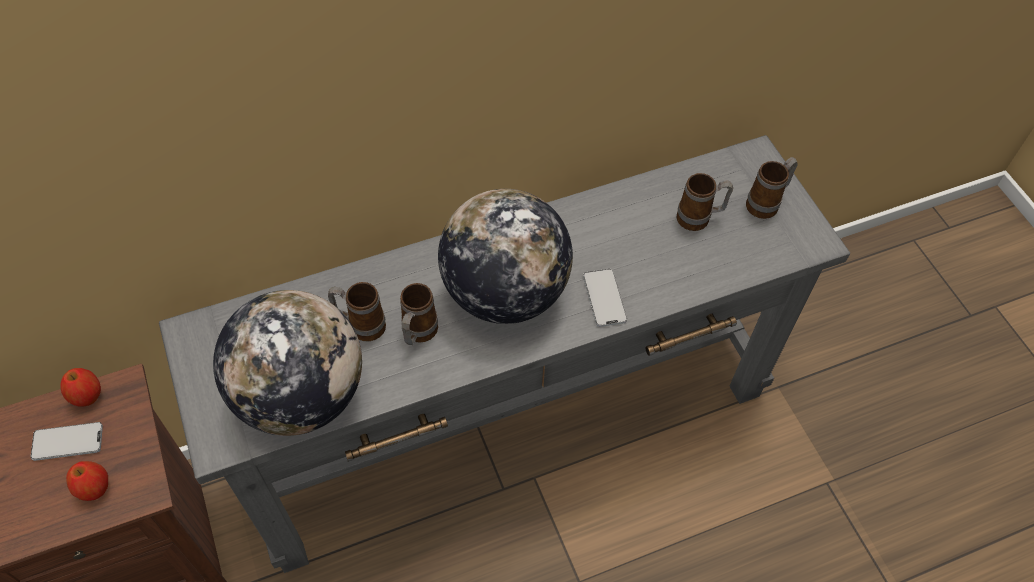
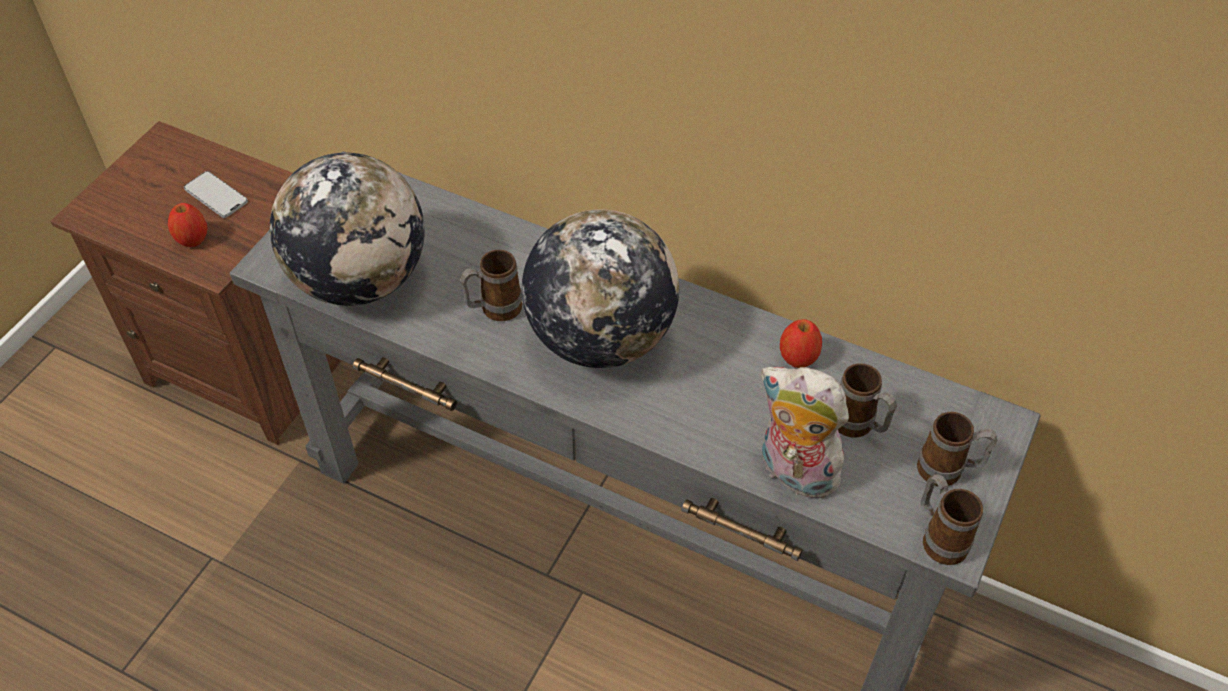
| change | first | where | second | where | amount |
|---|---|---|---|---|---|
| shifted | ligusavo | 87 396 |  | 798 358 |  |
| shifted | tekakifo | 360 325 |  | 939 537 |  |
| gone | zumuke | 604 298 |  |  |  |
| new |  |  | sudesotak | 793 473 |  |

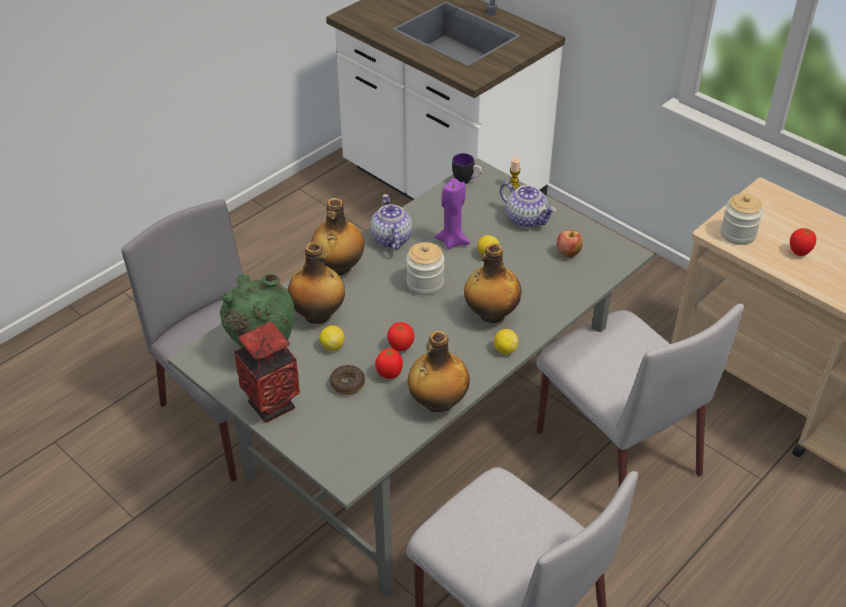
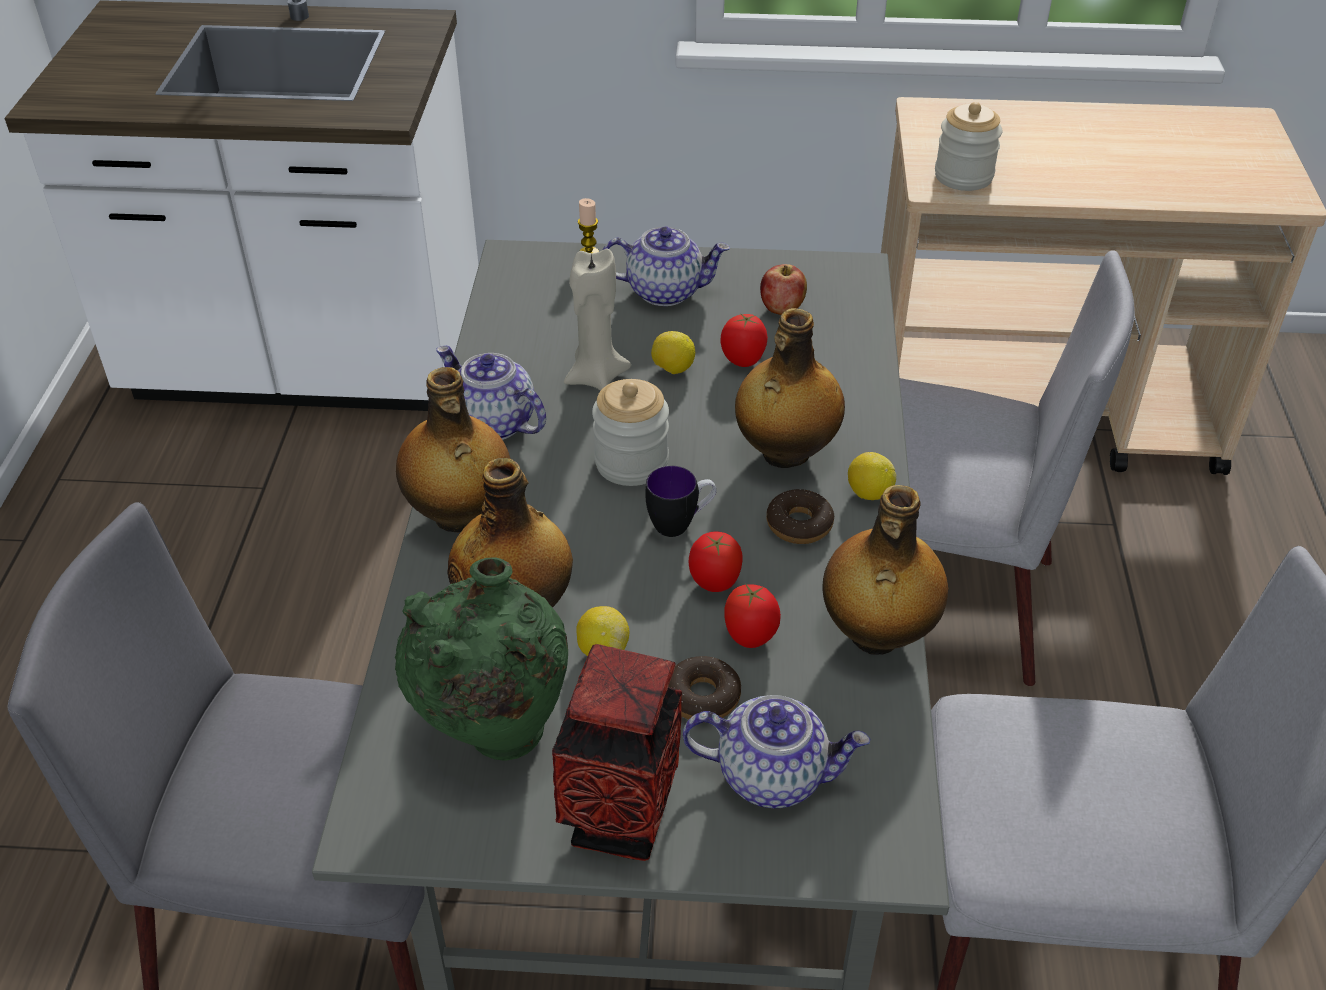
| change | first | where | second | where | amount |
|---|---|---|---|---|---|
| repainted | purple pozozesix | 452 241 | beige pozozesix | 595 377 |  |
| shifted | tekakifo | 466 181 |  | 681 524 |  |
| shifted | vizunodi | 799 252 |  | 743 361 |  |
| new |  |  | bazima | 773 774 |  |
| new |  |  | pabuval | 799 524 |  |

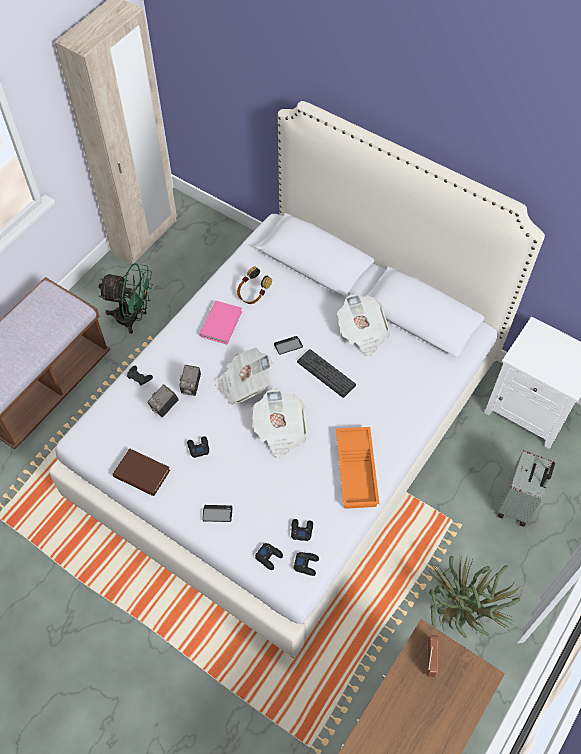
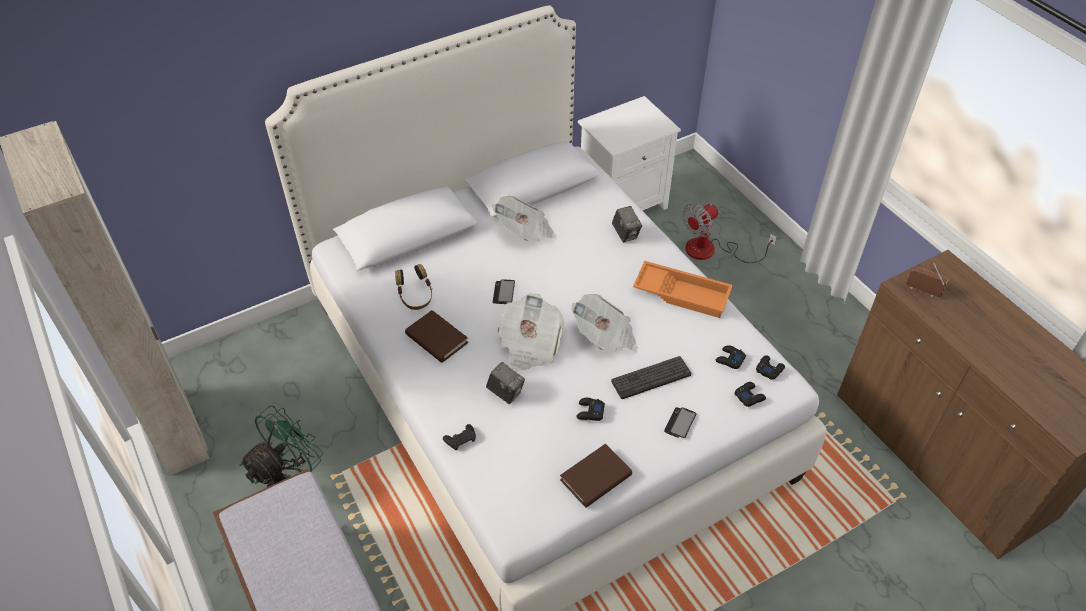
| change | first | where | second | where | amount |
|---|---|---|---|---|---|
| shifted | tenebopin | 164 407 |  | 625 234 |  |
| repainted | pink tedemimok | 221 324 | brown tedemimok | 436 339 |  |
| shifted | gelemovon | 326 373 |  | 651 378 |  |
| gone | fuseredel | 460 616 |  |  |  |
| swapped | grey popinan | 517 504 | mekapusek | 711 251 |  |

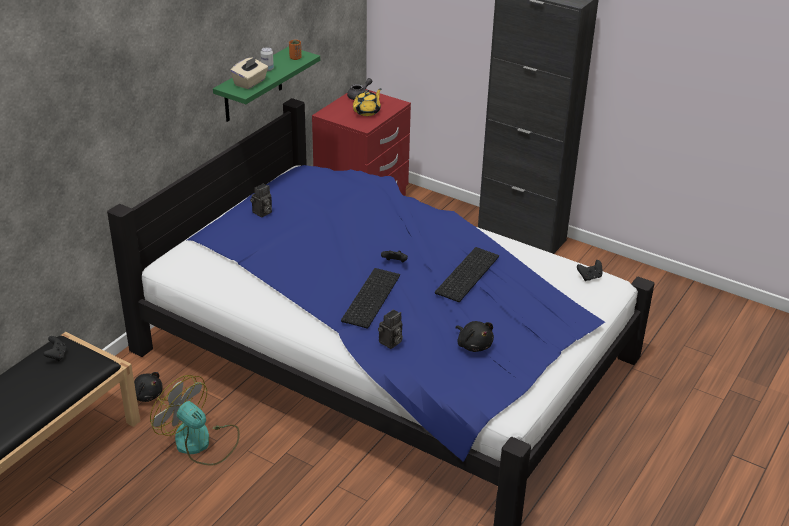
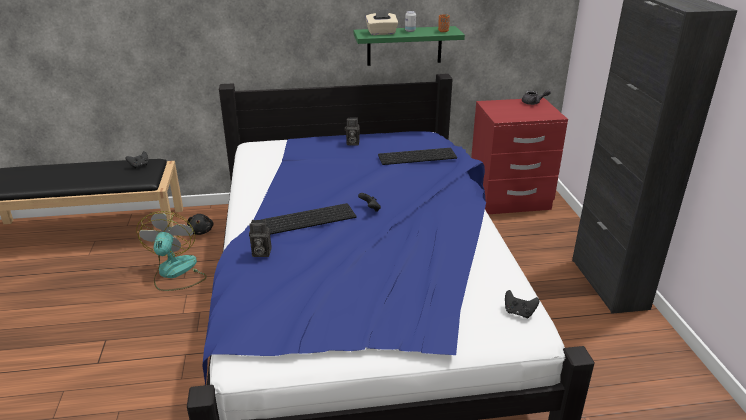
| change | first | where | second | where | amount |
|---|---|---|---|---|---|
| gone | yellow bazima | 367 111 |  |  |  |
| shifted | gelemovon | 466 273 |  | 417 156 |  |
| gone | black sudesotak | 473 345 |  |  |  |

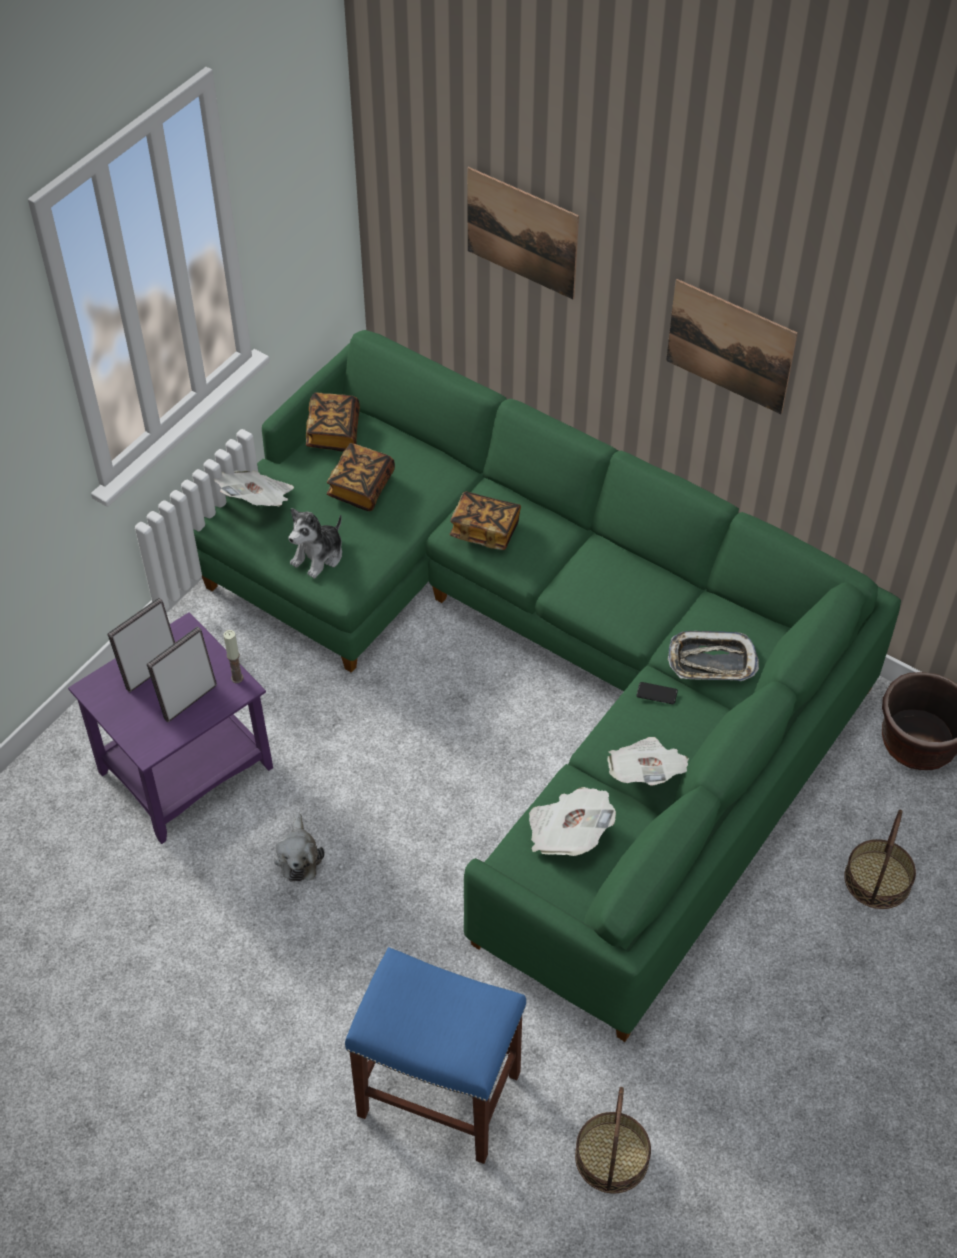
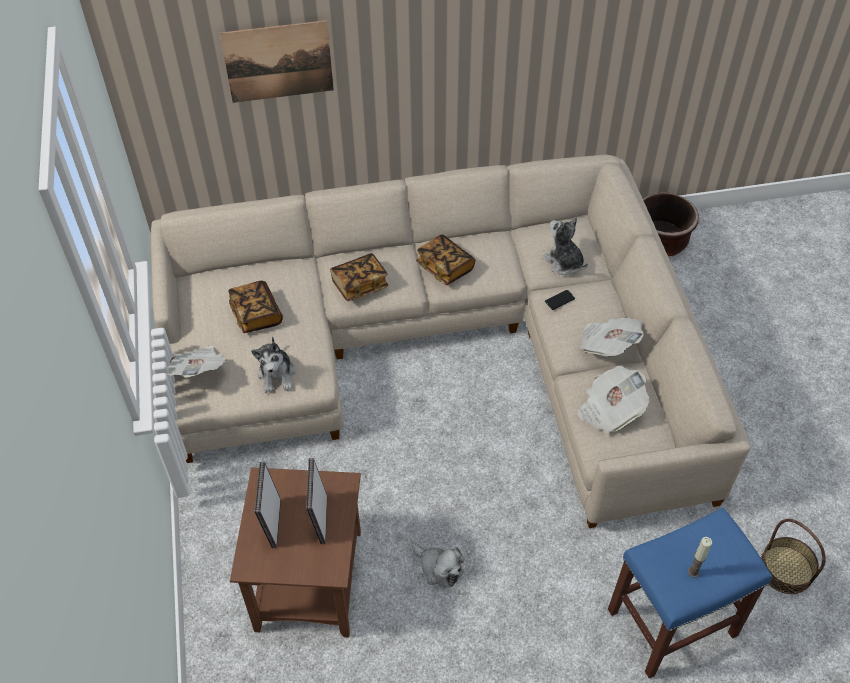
| change | first | where | second | where | amount |
|---|---|---|---|---|---|
| repainted | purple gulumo | 187 771 | brown gulumo | 311 580 |  |
| repainted | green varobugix | 545 668 | beige varobugix | 443 348 |  |
| shifted | pozozesix | 237 678 |  | 693 572 |  |
| shifted | tedemimok | 333 433 |  | 445 267 |  |
| gone | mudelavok | 730 346 |  |  |  |
| swapped | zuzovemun | 711 662 | sudesotak | 563 263 |  |
| gone | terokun | 877 880 |  |  |  |

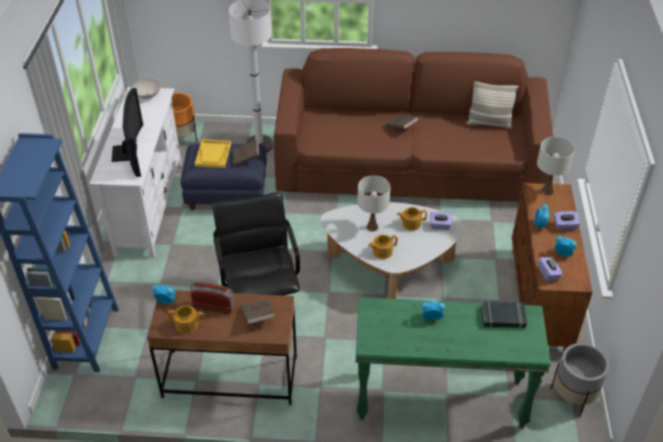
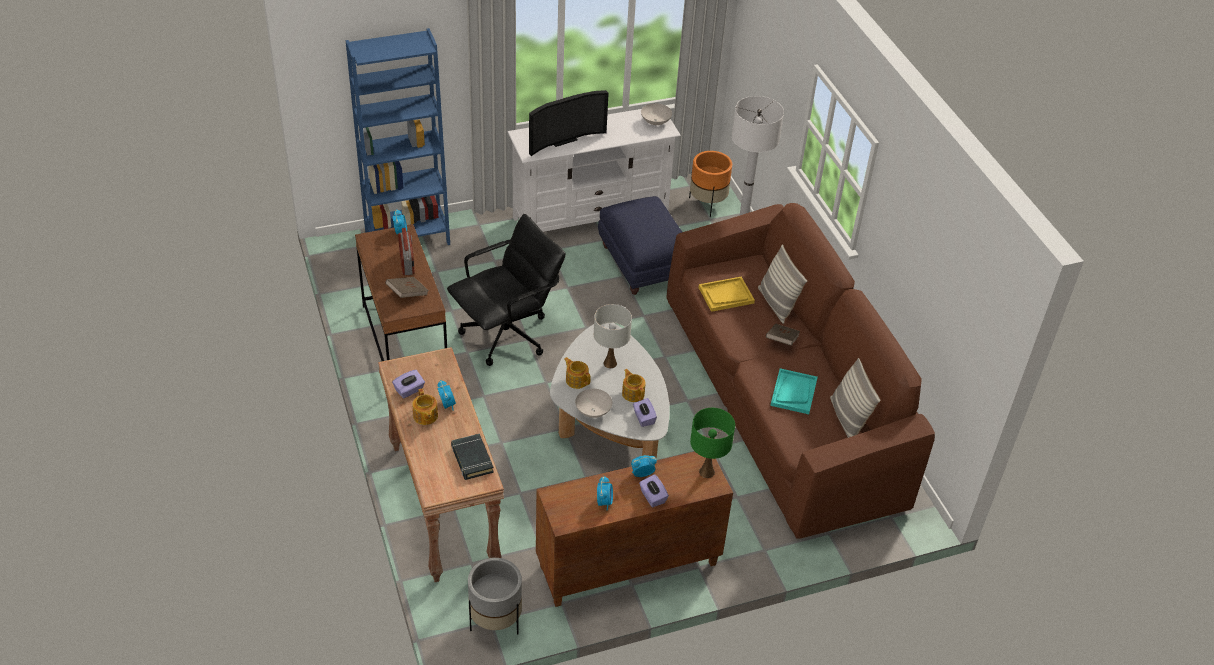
| change | first | where | second | where | amount |
|---|---|---|---|---|---|
| shifted | bazima | 187 325 |  | 425 416 |  |
| shifted | yellow zuzovemun | 213 155 |  | 726 295 |  |
| gone | brown tedemimok | 246 158 |  |  |  |
| repainted | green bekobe | 439 400 | brown bekobe | 442 505 |  |
| repainted | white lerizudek | 547 191 | green lerizudek | 707 472 |  |
| shifted | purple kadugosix | 548 274 |  | 409 390 |  |
| new |  |  | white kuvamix | 593 412 |  |
| new |  |  | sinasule | 776 304 |  |
| new |  |  | turquoise zuzovemun | 793 392 |  |

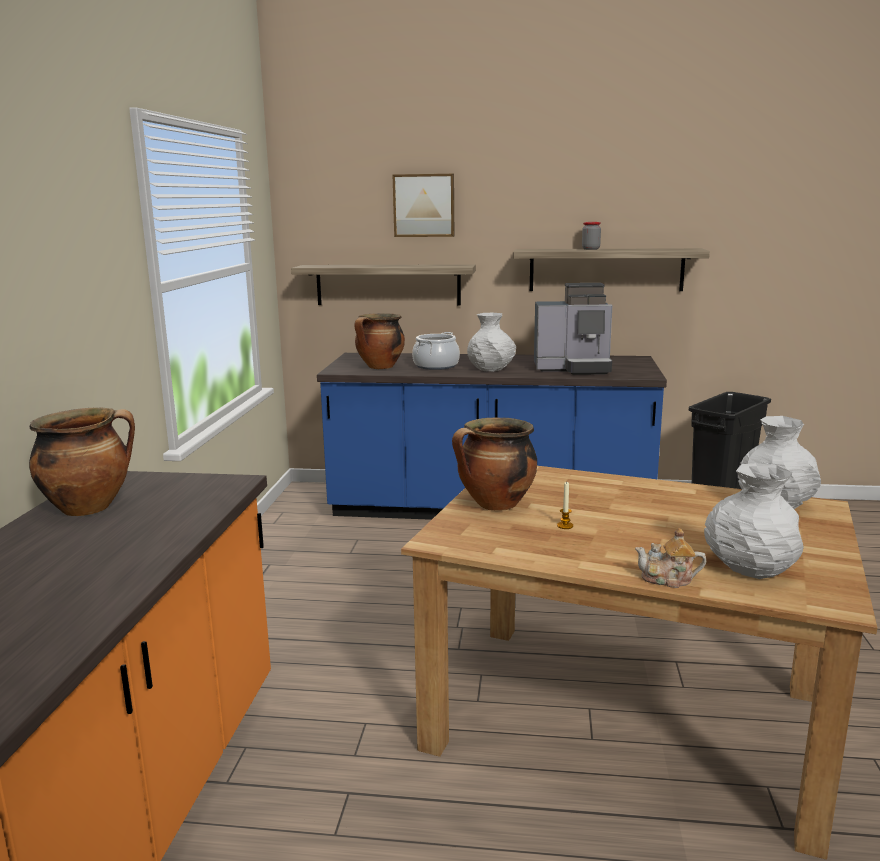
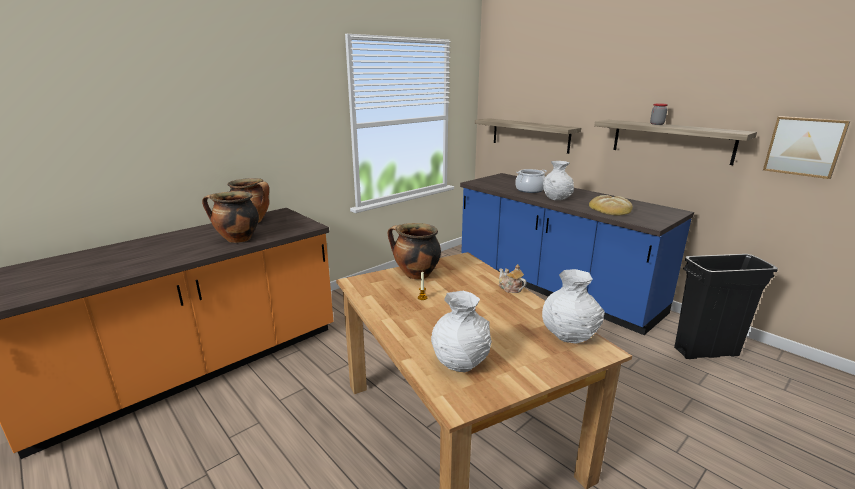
| change | first | where | second | where | amount |
|---|---|---|---|---|---|
| shifted | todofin | 380 367 |  | 237 239 |  |
| shifted | mudelavok | 424 205 |  | 804 146 |  |
| swapped | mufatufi | 574 368 | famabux | 610 209 |  |
| shifted | bazima | 668 579 |  | 510 288 |  |

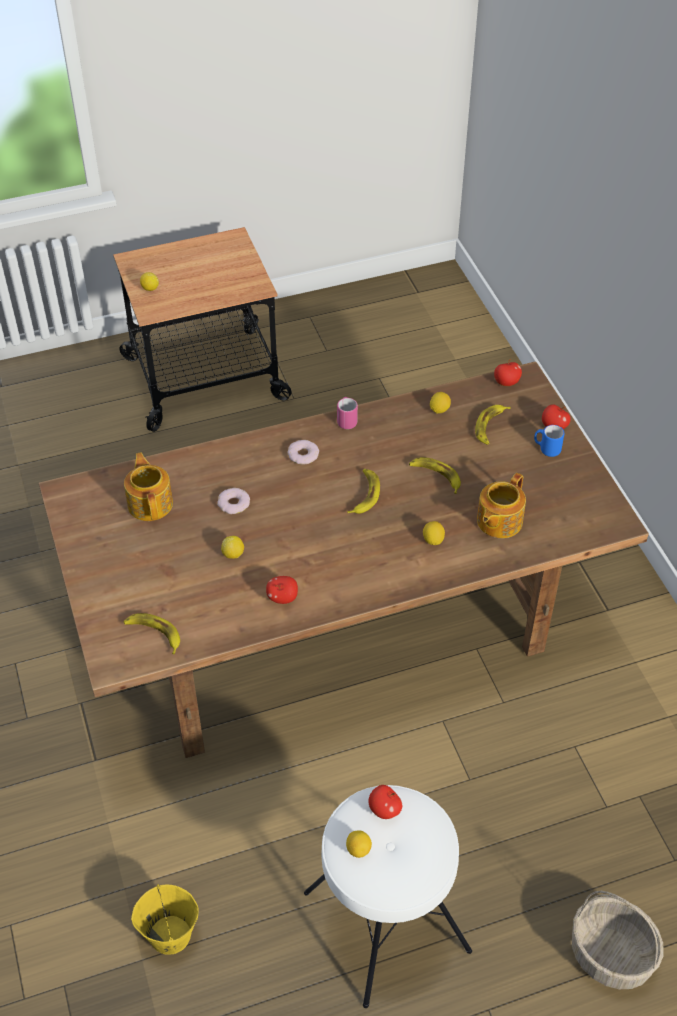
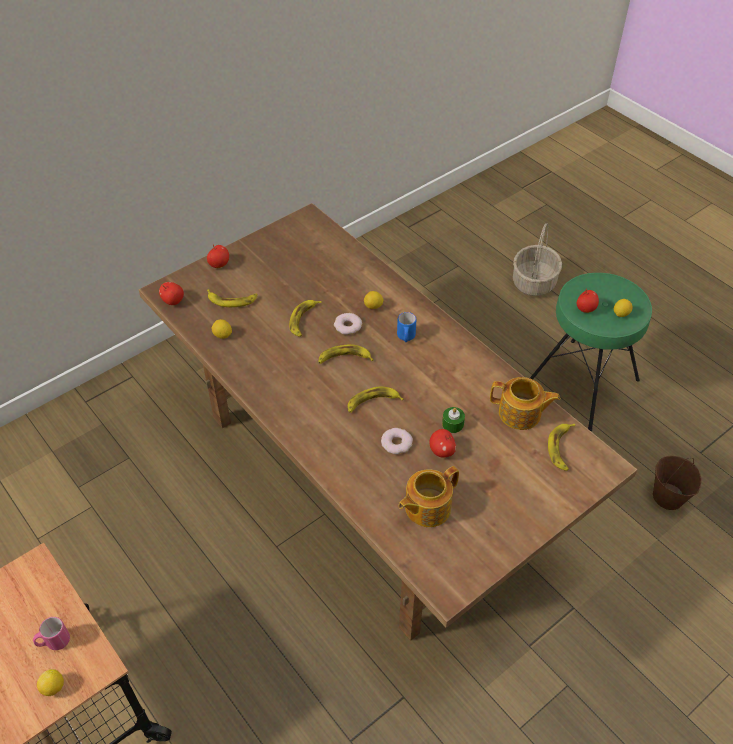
| change | first | where | second | where | amount |
|---|---|---|---|---|---|
| repainted | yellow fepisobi | 169 935 | brown fepisobi | 668 497 |  |
| swapped | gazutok | 233 554 | green pozozesix | 452 424 |  |
| shifted | ligusavo | 282 598 |  | 442 451 |  |
| shifted | pabuval | 303 455 |  | 348 326 |  |
| repainted | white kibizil | 385 922 | green kibizil | 581 384 |  |
| shifted | pink tekakifo | 346 420 |  | 54 642 |  |
| shifted | bazima | 498 521 |  | 520 414 |  |
| shifted | blue tekakifo | 546 449 |  | 406 337 |  |
| new |  |  | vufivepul | 372 402 |  |

